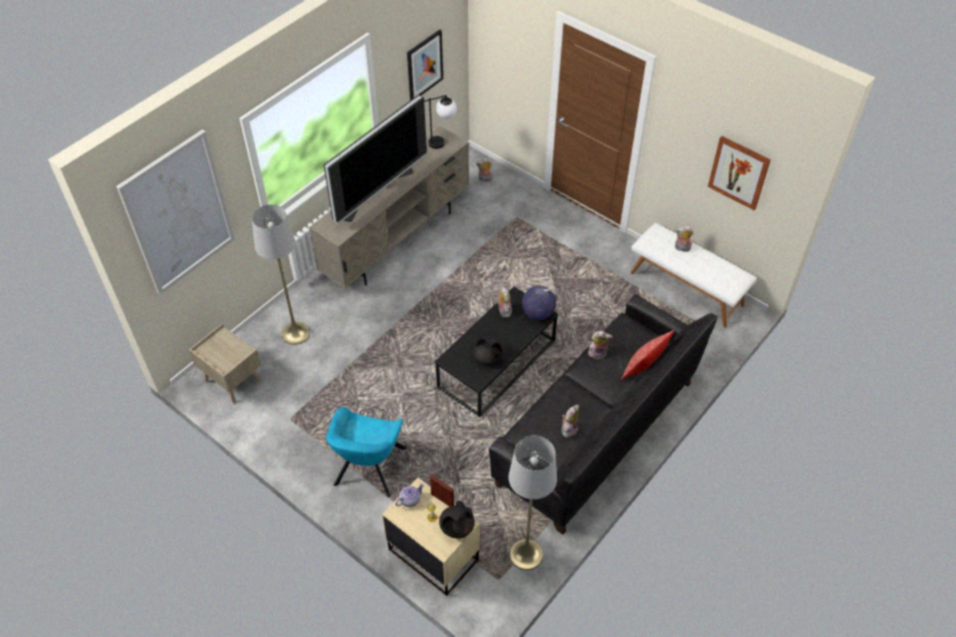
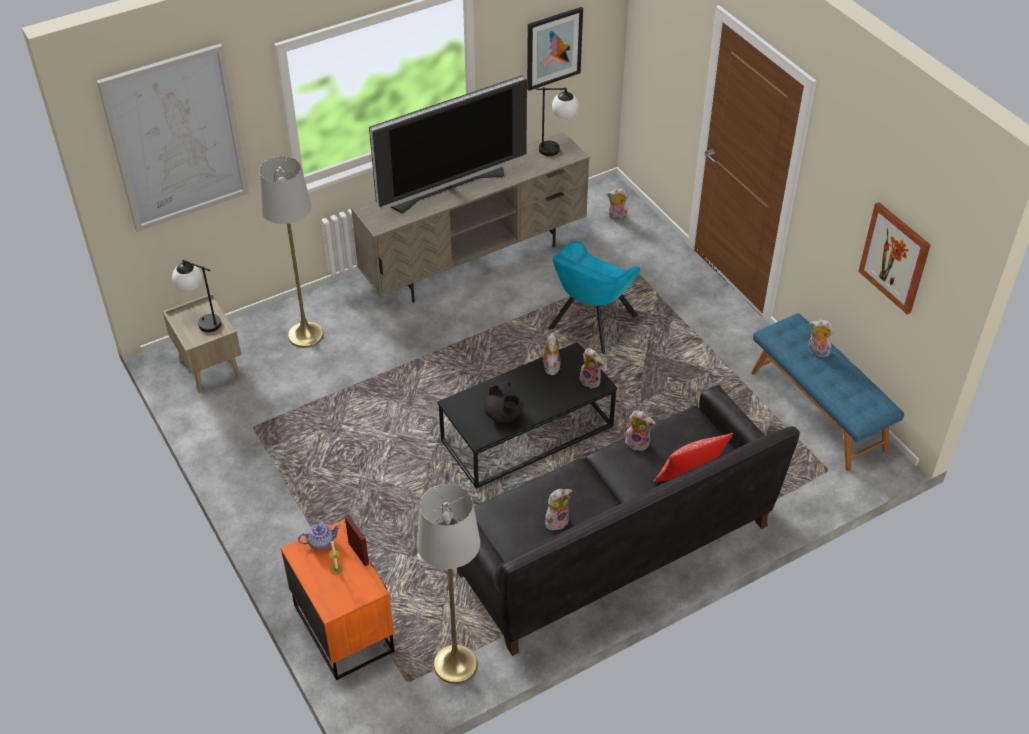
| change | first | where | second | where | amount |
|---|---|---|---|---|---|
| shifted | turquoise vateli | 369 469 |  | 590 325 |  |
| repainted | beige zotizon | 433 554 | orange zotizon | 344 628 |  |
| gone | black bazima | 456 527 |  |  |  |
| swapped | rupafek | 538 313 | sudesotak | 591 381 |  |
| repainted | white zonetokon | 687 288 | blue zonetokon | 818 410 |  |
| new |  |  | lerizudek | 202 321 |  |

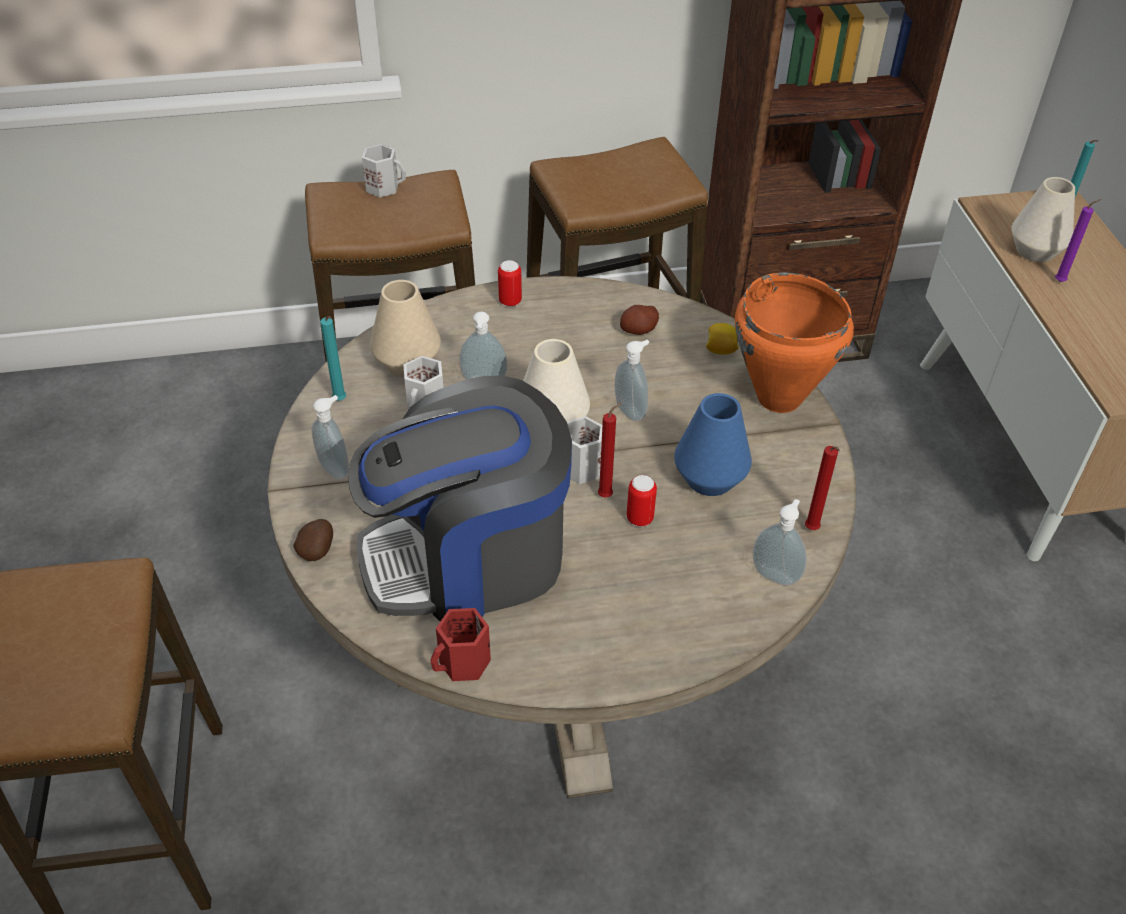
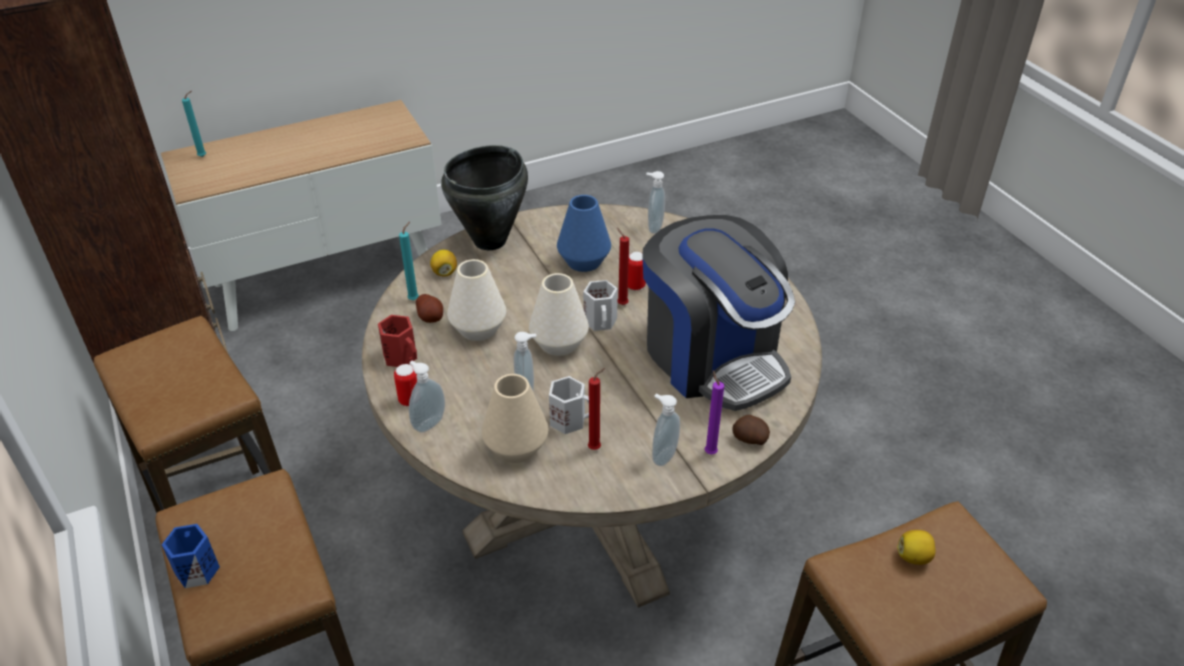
| change | first | where | second | where | amount |
|---|---|---|---|---|---|
| shifted | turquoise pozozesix | 340 401 |  | 415 299 |  |
| repainted | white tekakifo | 384 187 | blue tekakifo | 196 569 |  |
| shifted | red tekakifo | 464 664 |  | 402 356 |  |
| shifted | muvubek | 631 411 |  | 428 423 |  |
| repainted | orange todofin | 778 398 | black todofin | 491 240 |  |
| shifted | red pozozesix | 812 530 |  | 596 448 |  |
| shifted | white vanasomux | 1035 251 |  | 478 329 |  |
| shifted | purple pozozesix | 1061 281 |  | 709 451 |  |
| new |  |  | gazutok | 914 557 |  |

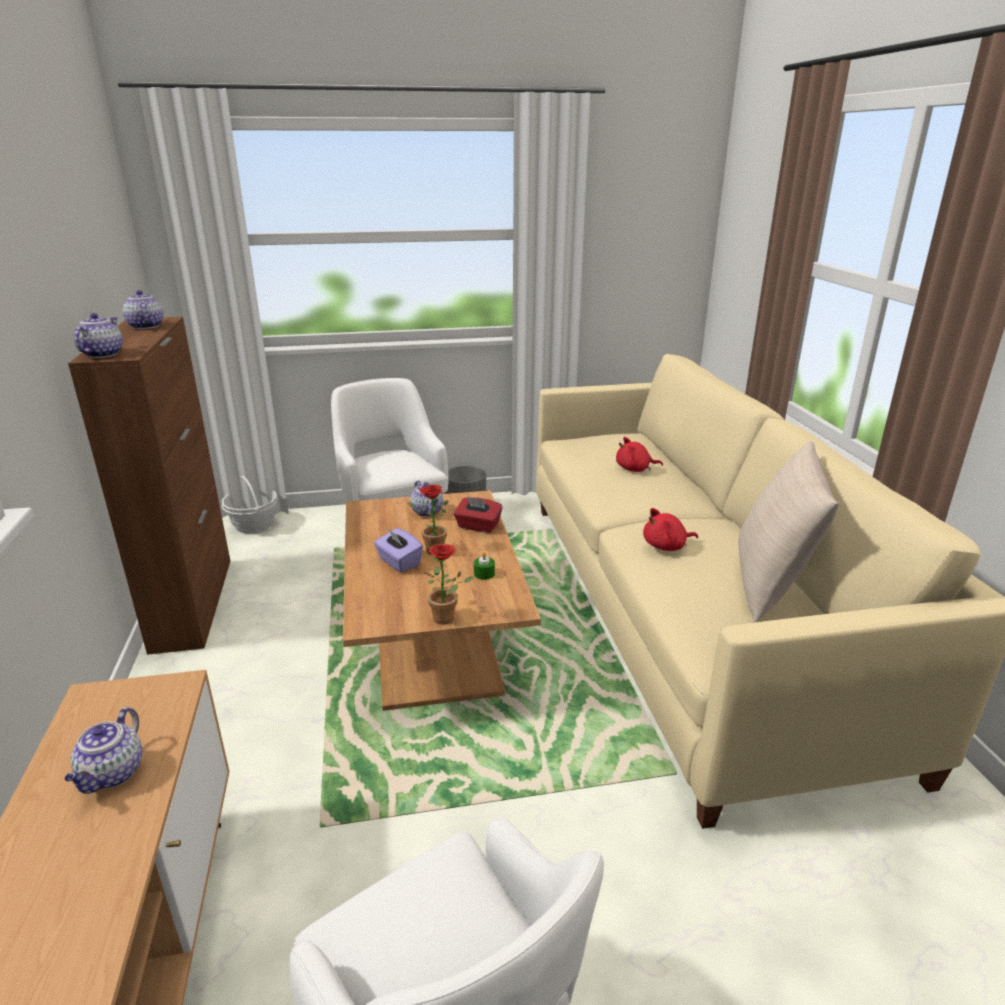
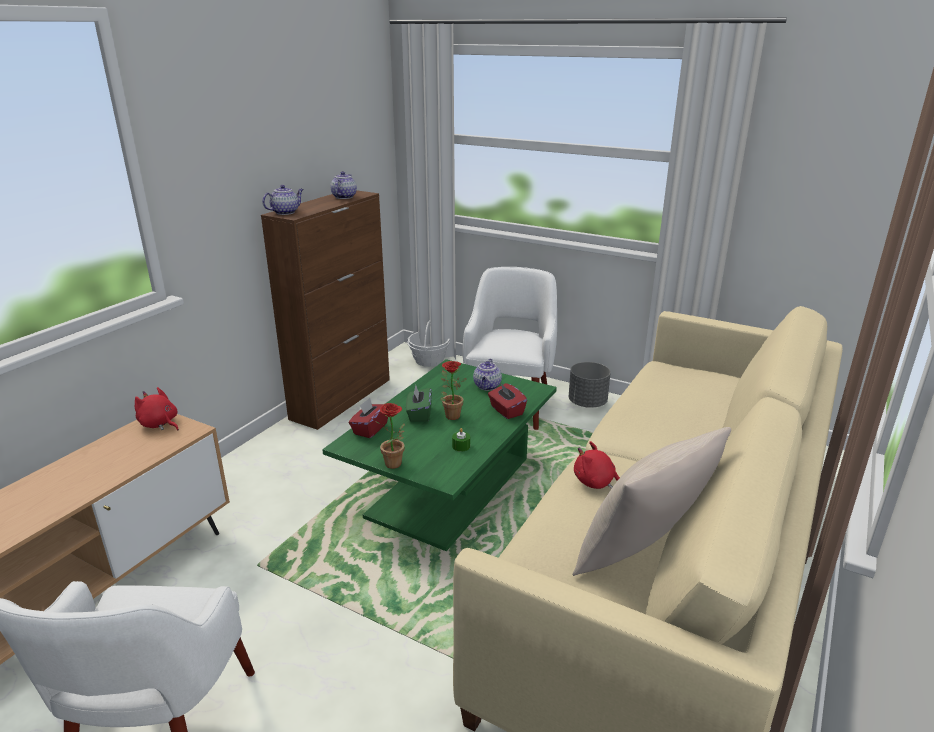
| change | first | where | second | where | amount |
|---|---|---|---|---|---|
| gone | bazima | 112 774 |  |  |  |
| repainted | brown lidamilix | 434 637 | green lidamilix | 449 487 |  |
| repainted | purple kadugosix | 399 562 | green kadugosix | 419 414 |  |
| shifted | red sudesotak | 635 469 |  | 159 424 |  |
| new |  |  | red kadugosix | 370 429 |  |

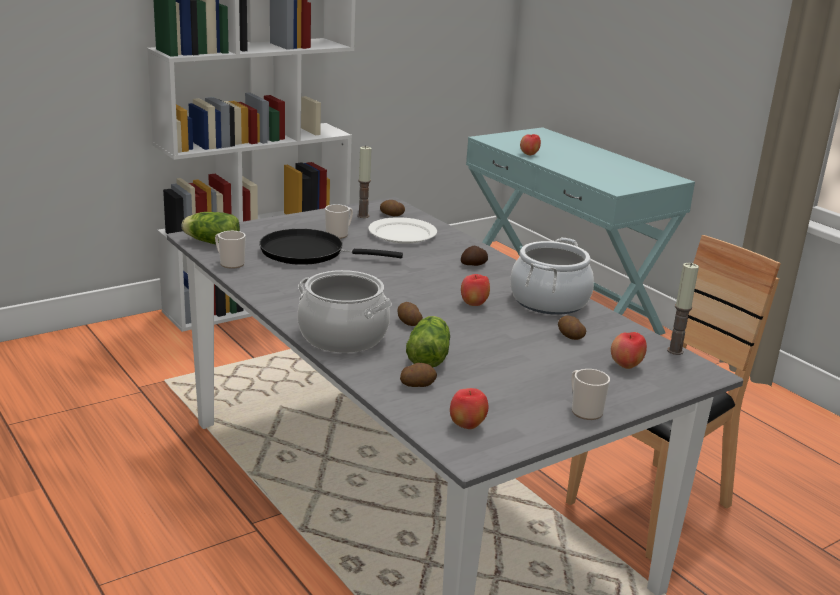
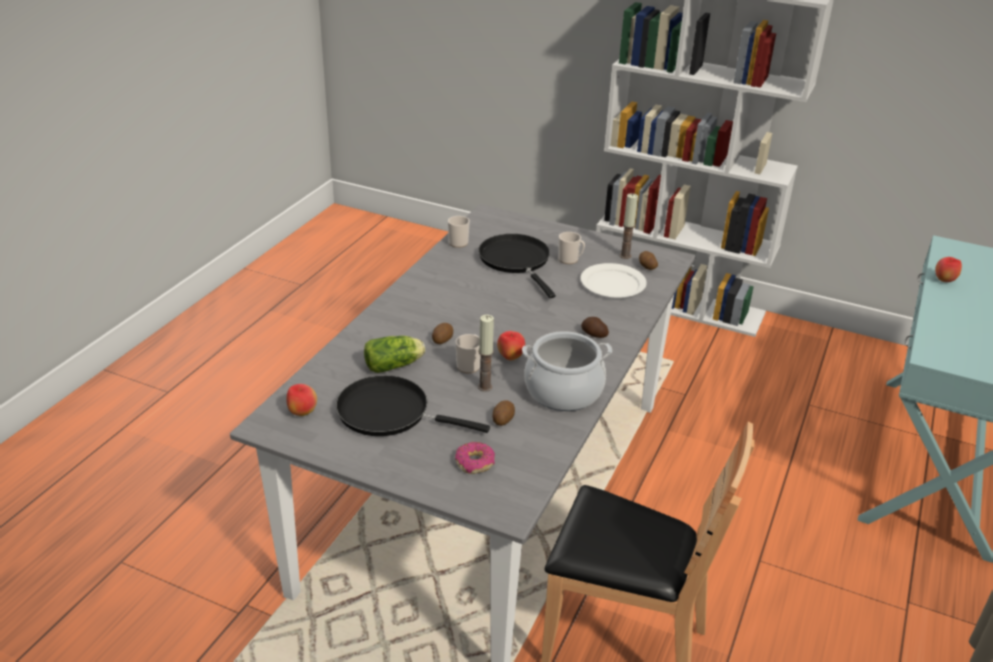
| change | first | where | second | where | amount |
|---|---|---|---|---|---|
| gone | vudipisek | 210 242 |  |  |  |
| gone | todofin | 342 337 |  |  |  |
| gone | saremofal | 417 384 |  |  |  |
| shifted | tekakifo | 584 410 |  | 469 365 |  |
| swapped | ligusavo | 626 366 | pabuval | 475 463 |  |
| shifted | pozozesix | 675 351 |  | 485 387 |  |
| new |  |  | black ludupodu | 390 412 |  |

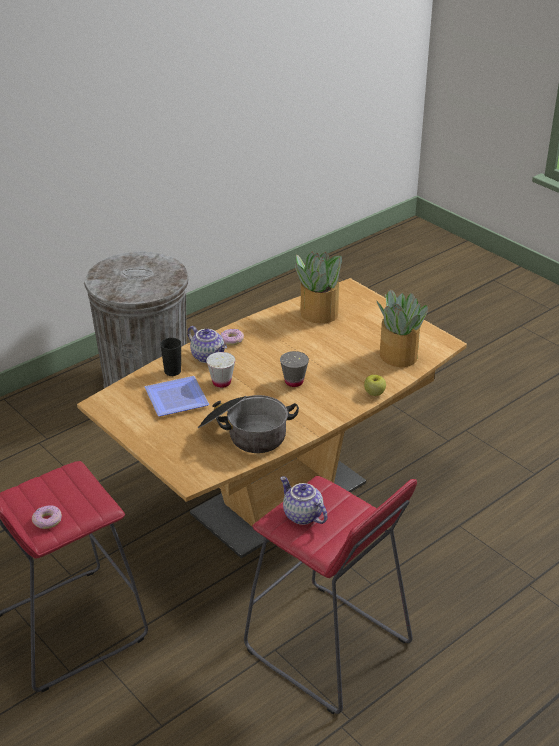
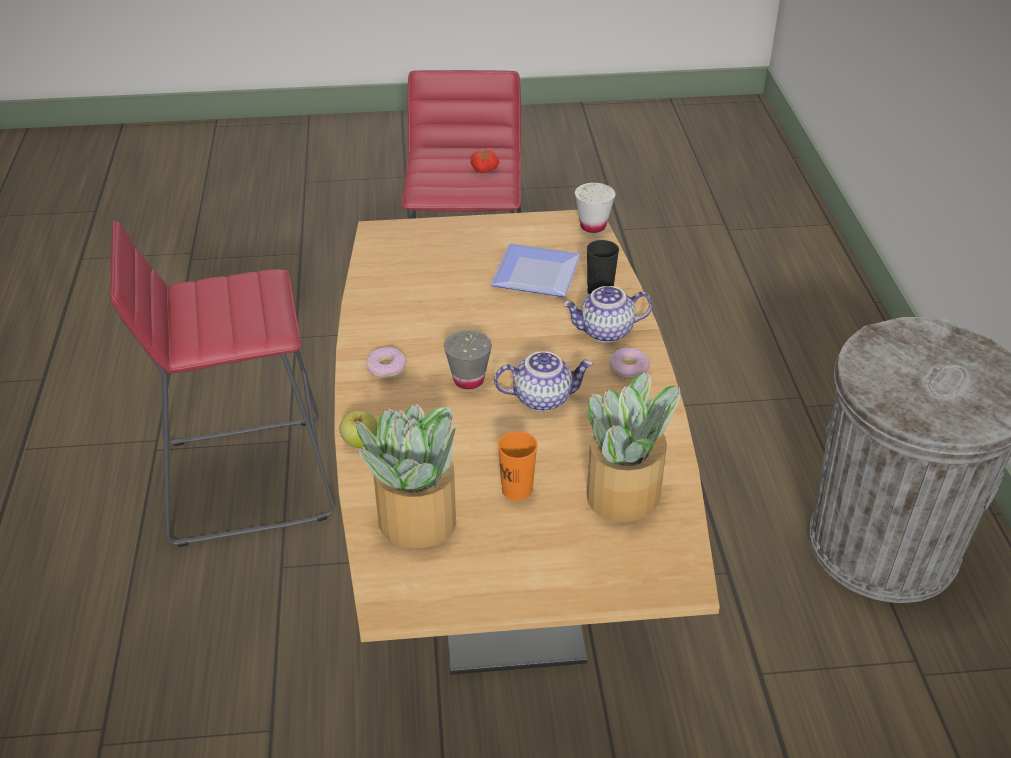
| change | first | where | second | where | amount |
|---|---|---|---|---|---|
| shifted | pabuval | 47 521 |  | 386 368 |  |
| gone | todofin | 245 434 |  |  |  |
| shifted | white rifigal | 221 382 |  | 593 226 |  |
| shifted | bazima | 301 515 |  | 542 398 |  |
| new |  |  | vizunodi | 484 170 |  |
| new |  |  | orange rifigal | 517 490 |  |

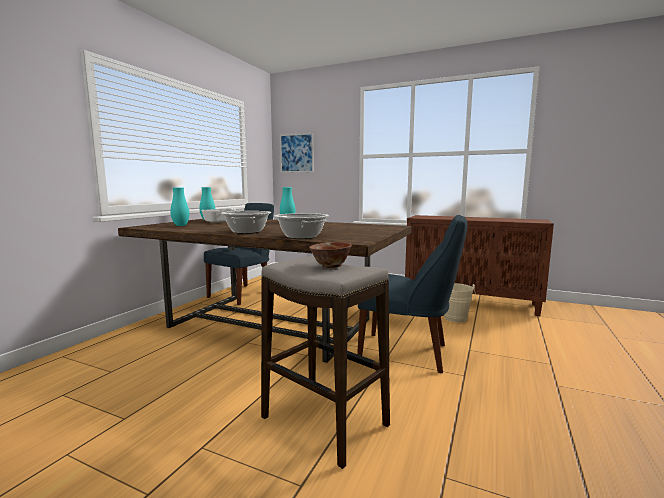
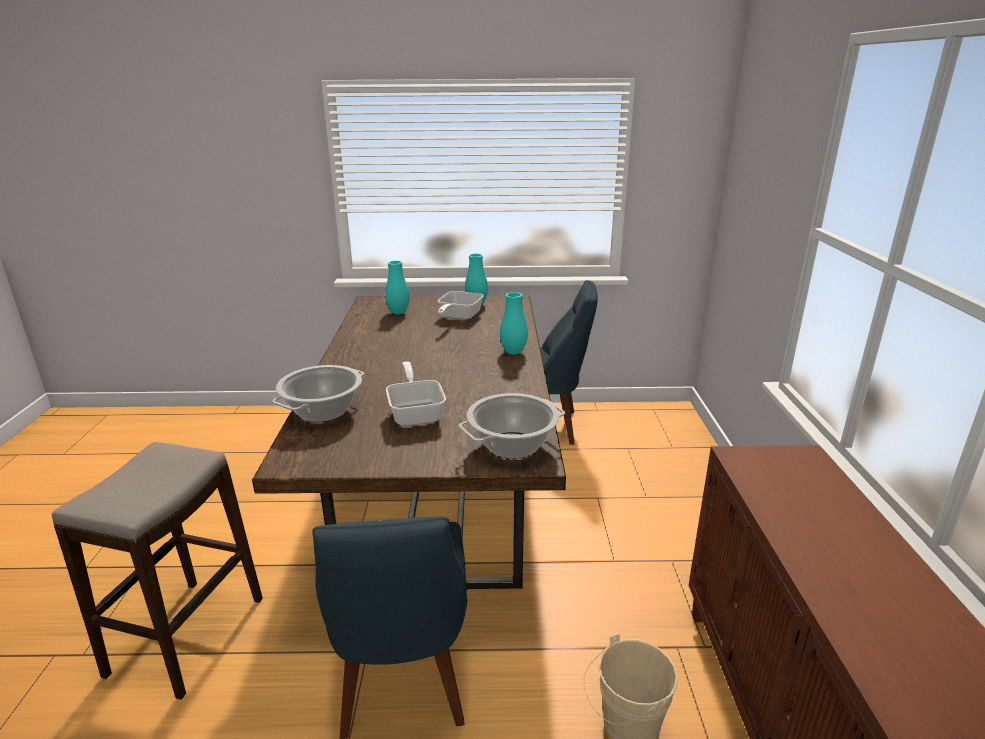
| change | first | where | second | where | amount |
|---|---|---|---|---|---|
| shifted | todofin | 247 232 |  | 512 445 |  |
| gone | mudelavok | 296 153 |  |  |  |
| gone | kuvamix | 330 266 |  |  |  |
| new |  |  | ludupodu | 416 412 |  |

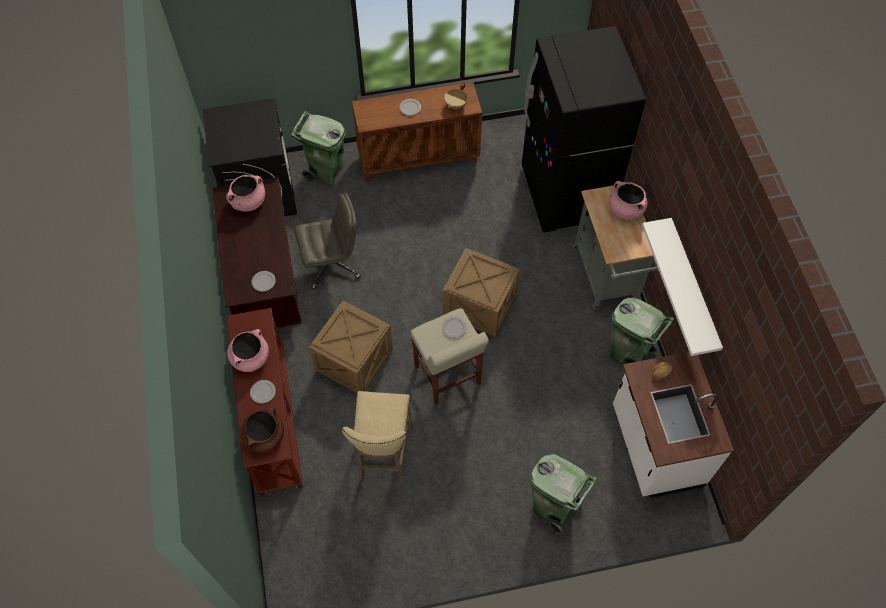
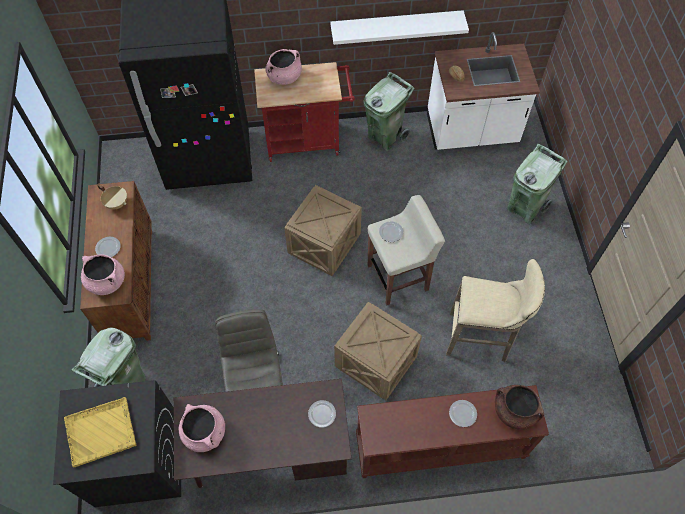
| change | first | where | second | where | amount |
|---|---|---|---|---|---|
| shifted | pink todofin | 250 358 |  | 106 282 |  |
| repainted | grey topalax | 606 278 | red topalax | 307 141 |  |
| new |  |  | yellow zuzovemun | 101 432 |  |

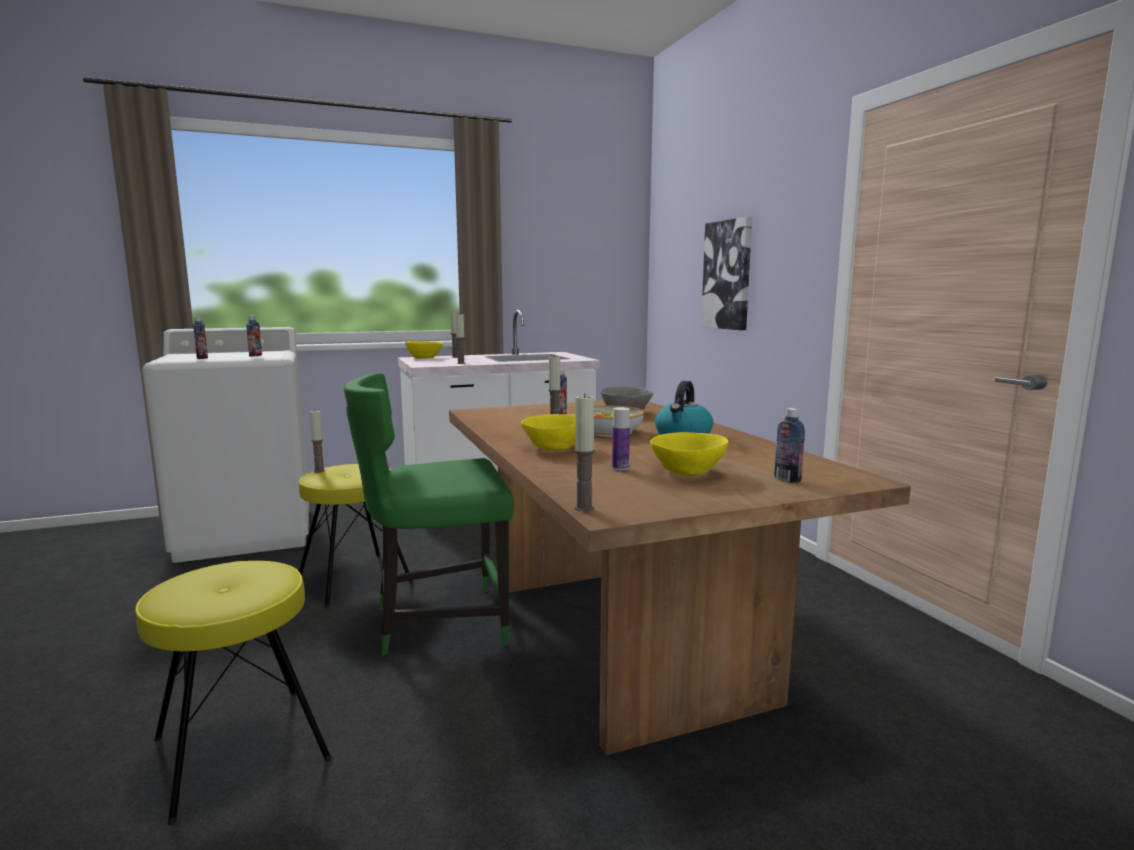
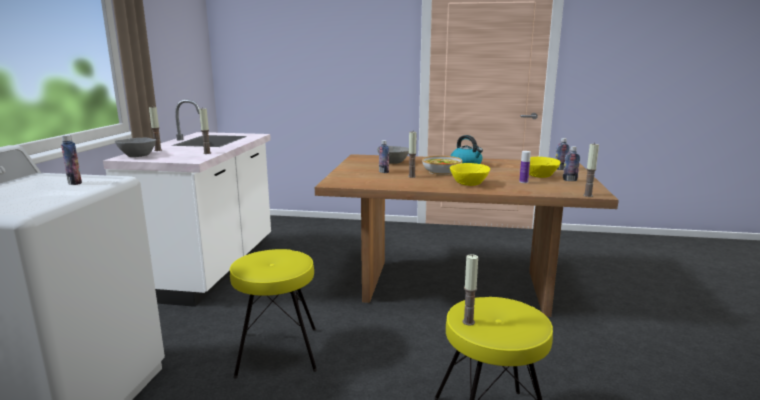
| change | first | where | second | where | amount |
|---|---|---|---|---|---|
| shifted | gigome | 202 358 |  | 570 180 |  |
| shifted | pozozesix | 319 471 |  | 468 322 |  |
| gone | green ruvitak | 437 622 |  |  |  |
| repainted | yellow kuvamix | 425 358 | grey kuvamix | 138 156 |  |
| gone | mudelavok | 728 275 |  |  |  |

